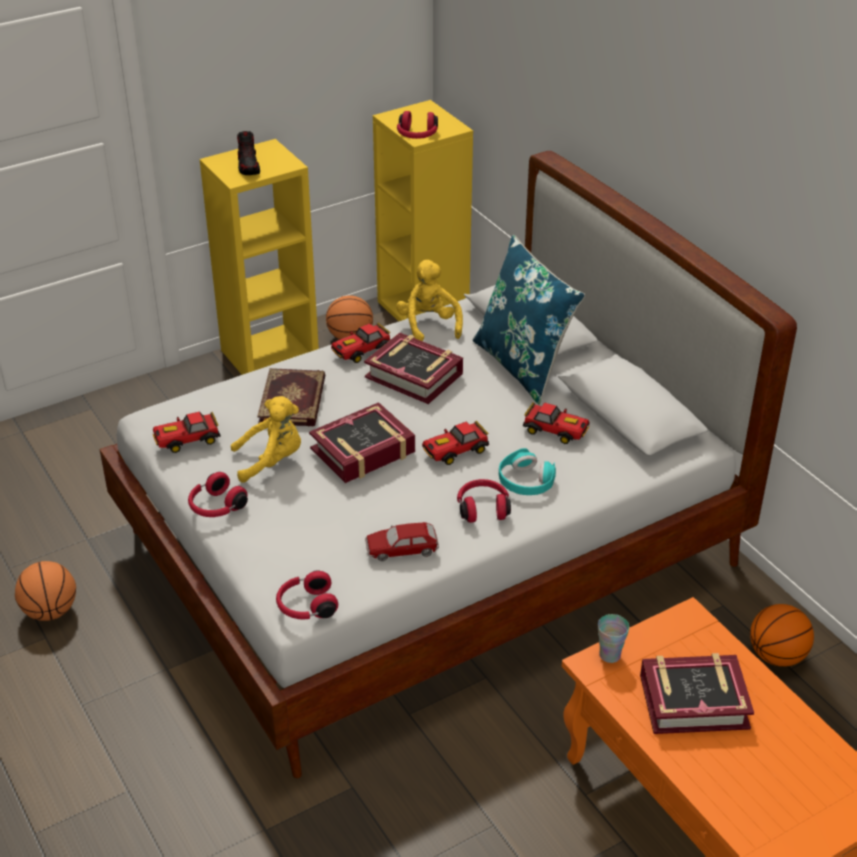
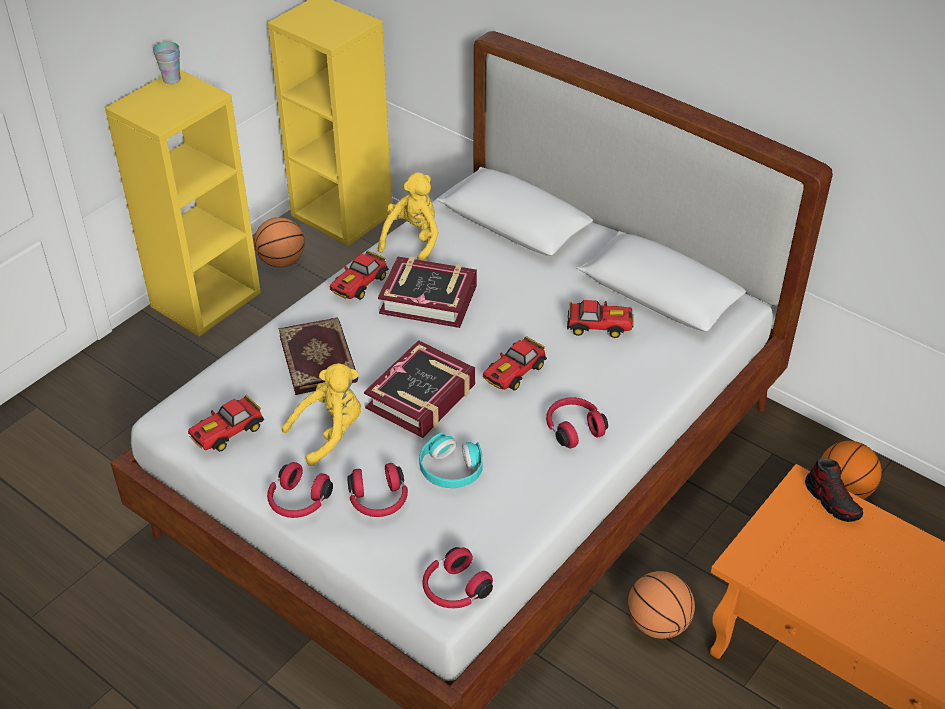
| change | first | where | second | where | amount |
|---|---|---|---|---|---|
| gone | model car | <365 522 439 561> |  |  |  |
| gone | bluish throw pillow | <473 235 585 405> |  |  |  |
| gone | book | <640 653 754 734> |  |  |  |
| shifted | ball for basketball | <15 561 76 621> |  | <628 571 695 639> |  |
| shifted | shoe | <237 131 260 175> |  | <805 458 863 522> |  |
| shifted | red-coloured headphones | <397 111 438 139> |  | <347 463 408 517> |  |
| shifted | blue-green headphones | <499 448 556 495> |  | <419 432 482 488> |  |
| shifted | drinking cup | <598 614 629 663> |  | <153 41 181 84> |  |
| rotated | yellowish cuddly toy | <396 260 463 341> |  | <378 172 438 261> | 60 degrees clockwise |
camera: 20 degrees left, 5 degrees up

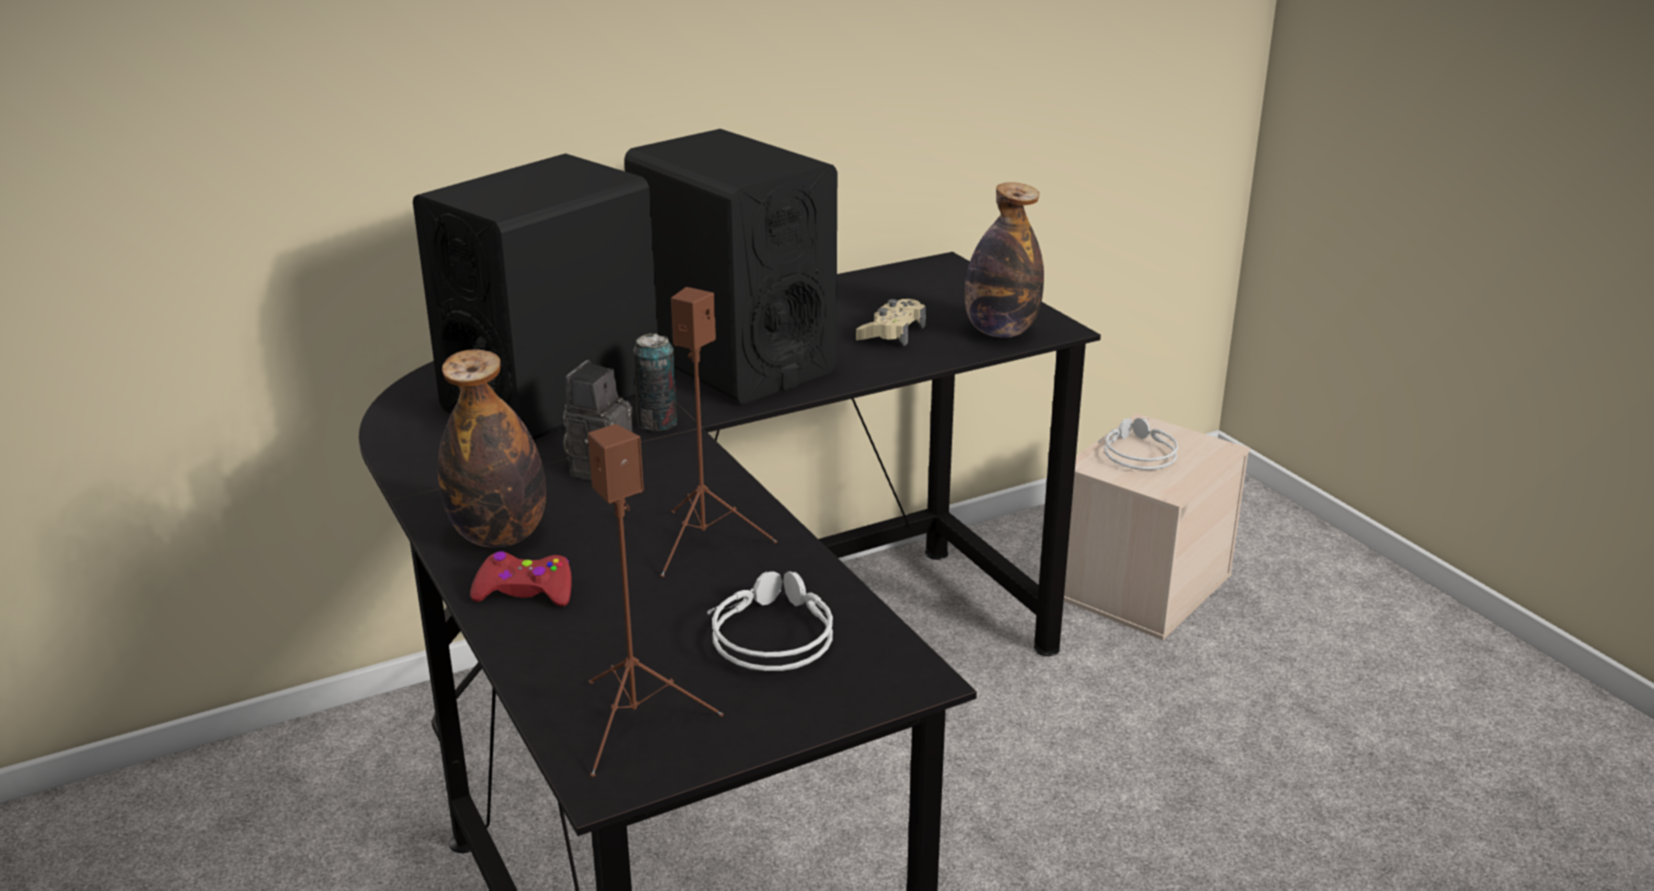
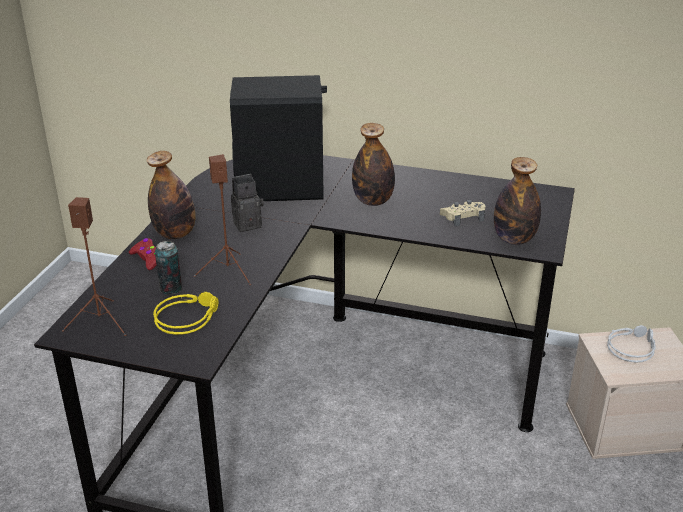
| change | first | where | second | where | amount |
|---|---|---|---|---|---|
| shifted | metal can | <633 333 677 431> |  | <155 241 182 295> |  |
| swapped | blackish audio speaker | <624 129 837 404> | drink bottle | <352 123 395 206> |  |
| repainted | greyish headphones | <707 571 833 671> | yellowish headphones | <153 292 218 335> |  |
camera: 45 degrees right, 5 degrees up

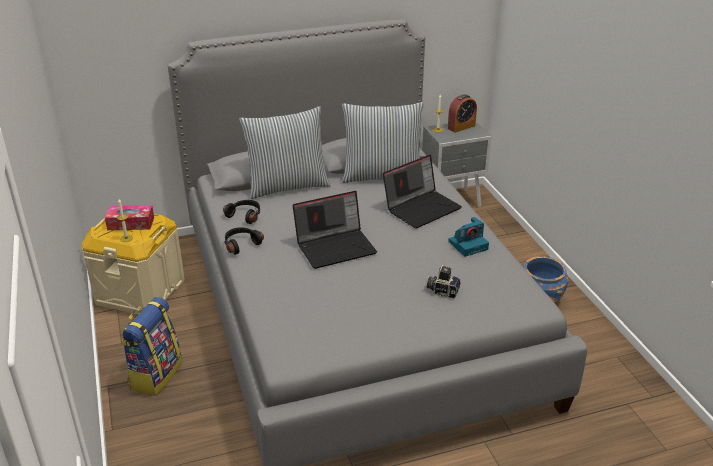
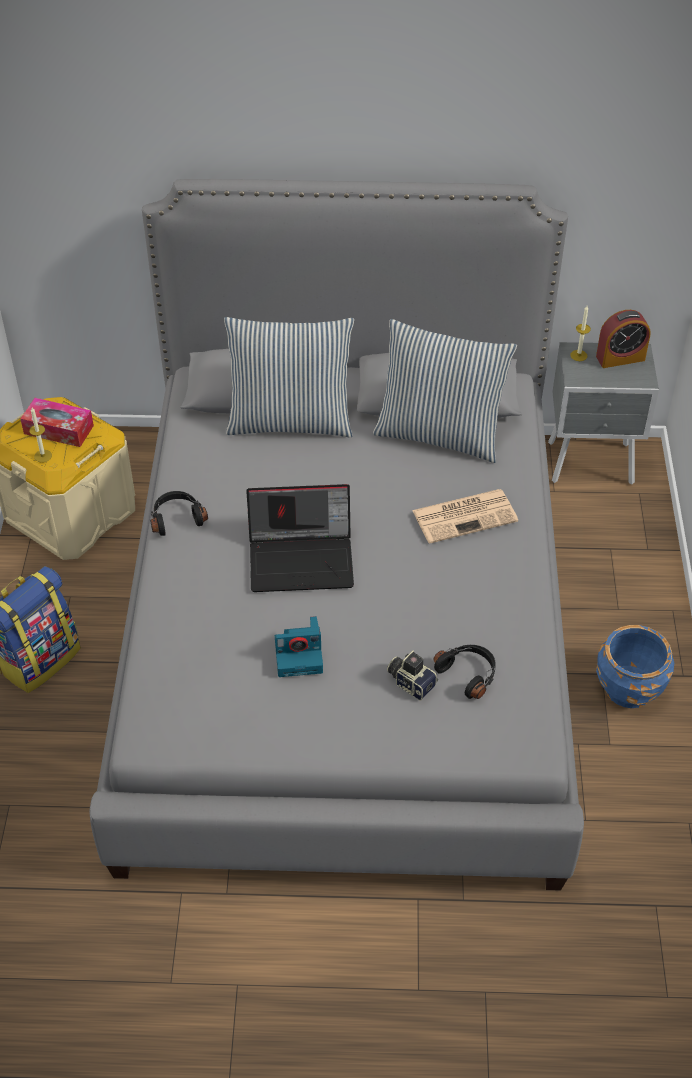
| change | first | where | second | where | amount |
|---|---|---|---|---|---|
| shifted | blackish headphones | <223 200 260 224> |  | <433 645 496 699> |  |
| shifted | photo camera | <448 217 489 257> |  | <275 616 323 677> |  |
| swapped | portable computer | <383 155 462 228> | printed paper | <412 489 518 544> |  |
camera: 20 degrees right, 15 degrees up

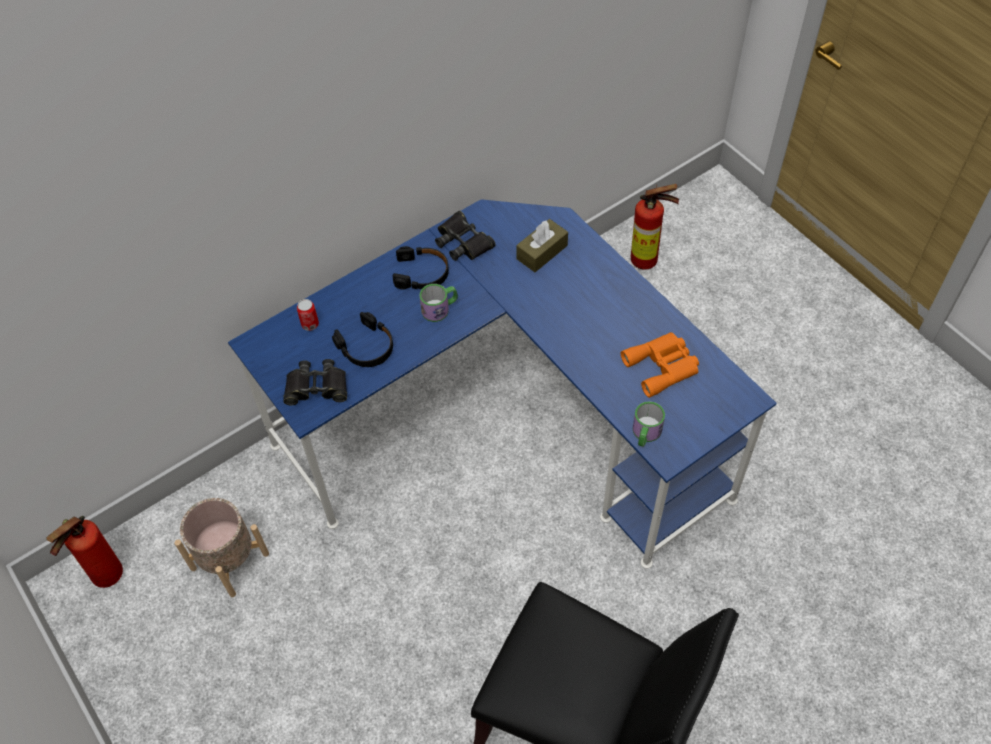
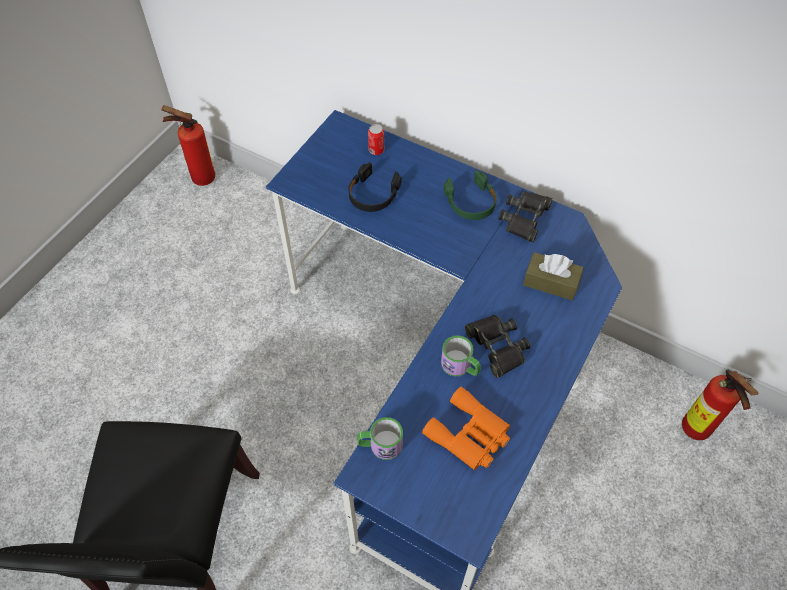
| change | first | where | second | where | amount |
|---|---|---|---|---|---|
| gone | beige-coloured plant pot | <175 498 269 597> |  |  |  |
| shifted | blackish pair of binoculars | <283 359 347 405> |  | <465 315 530 378> |  |
| shifted | mug | <419 284 458 322> |  | <441 335 481 376> |  |
| repainted | blackish headphones | <393 246 449 290> | greenish headphones | <443 170 497 220> |  |
camera: 65 degrees right, 0 degrees up

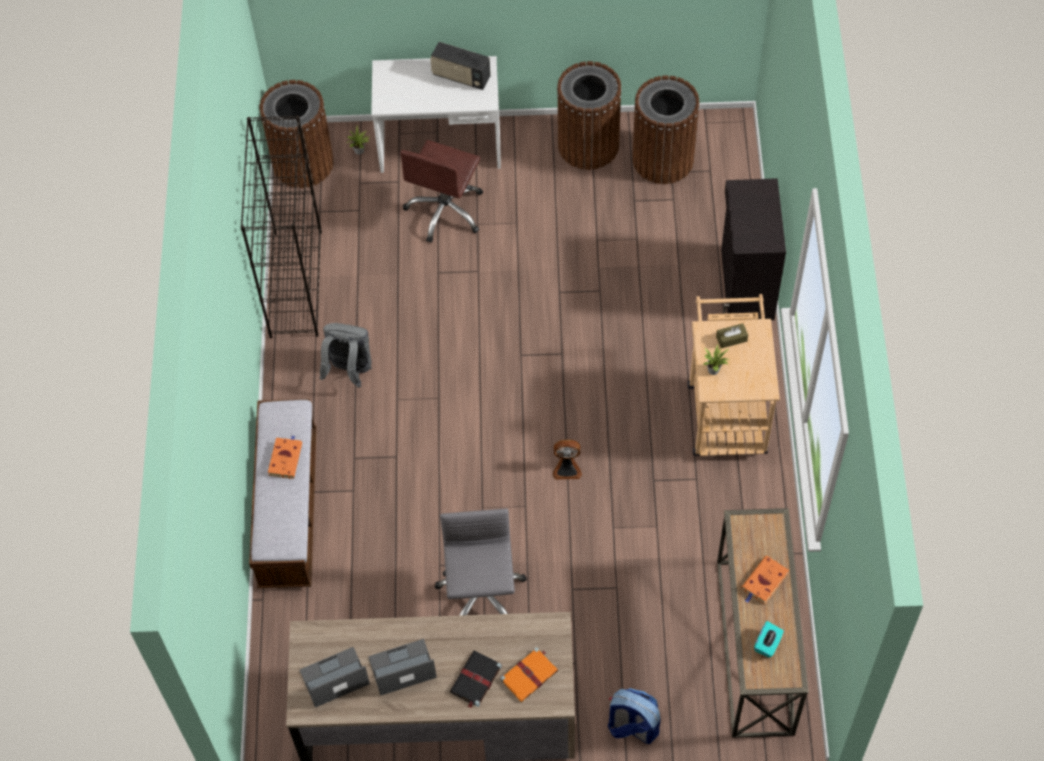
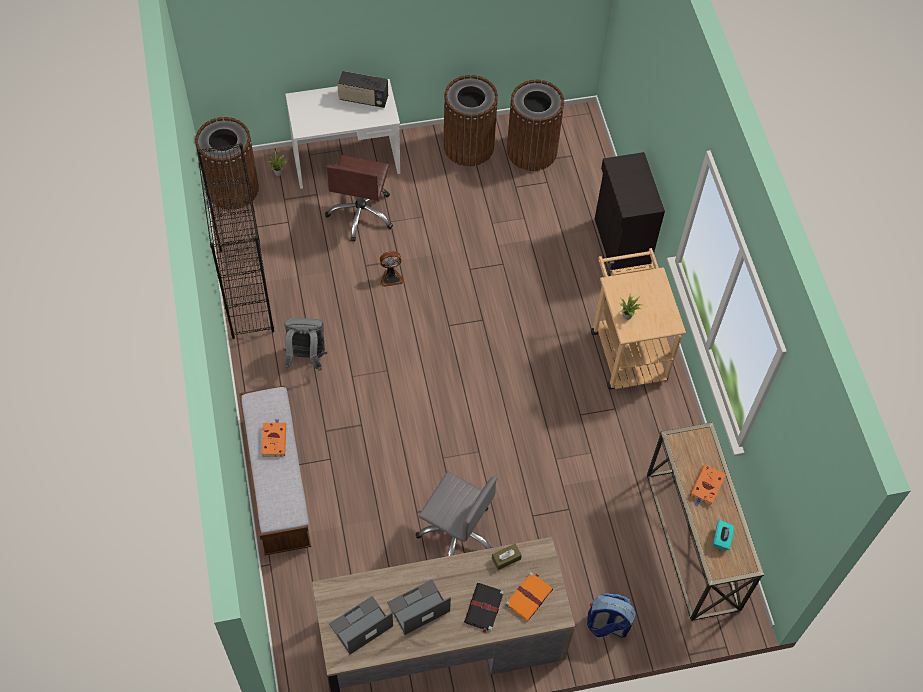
| change | first | where | second | where | amount |
|---|---|---|---|---|---|
| shifted | electric fan | <553 439 582 479> |  | <380 251 404 287> |  |
| shifted | brown-coloured tissue holder | <716 323 748 348> |  | <492 544 522 570> |  |
| rotated | greyish desk chair | <435 508 527 616> |  | <416 471 498 556> | 135 degrees clockwise |
camera: 15 degrees left, 0 degrees up

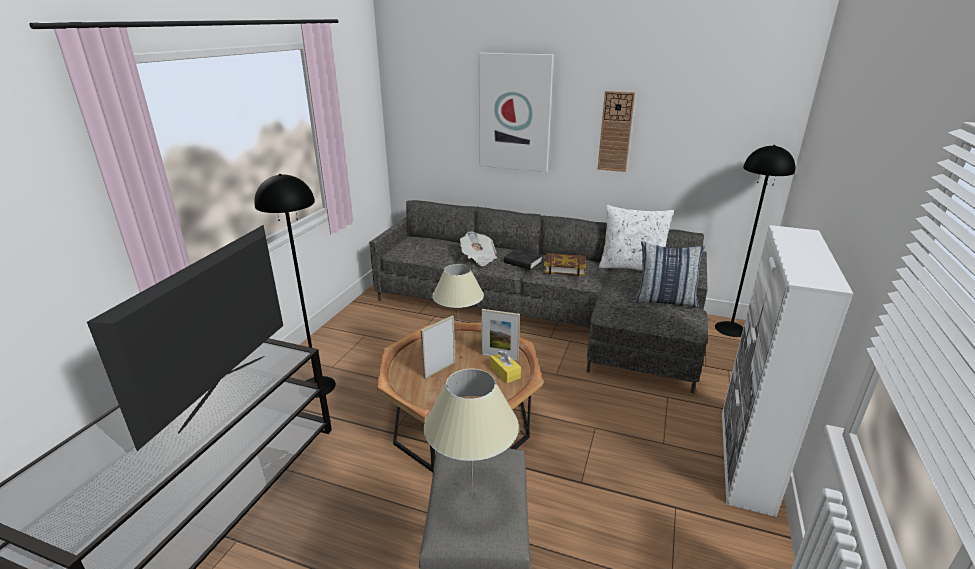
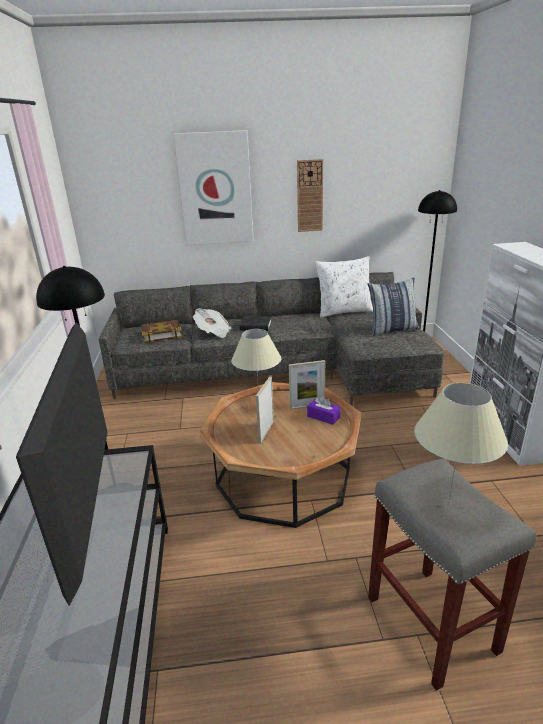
| change | first | where | second | where | amount |
|---|---|---|---|---|---|
| shifted | book | <544 253 586 276> |  | <141 320 182 343> |  |
| repainted | yellowish tissue holder | <490 350 521 383> | purplish tissue holder | <307 396 341 425> |  |
camera: 25 degrees left, 0 degrees up

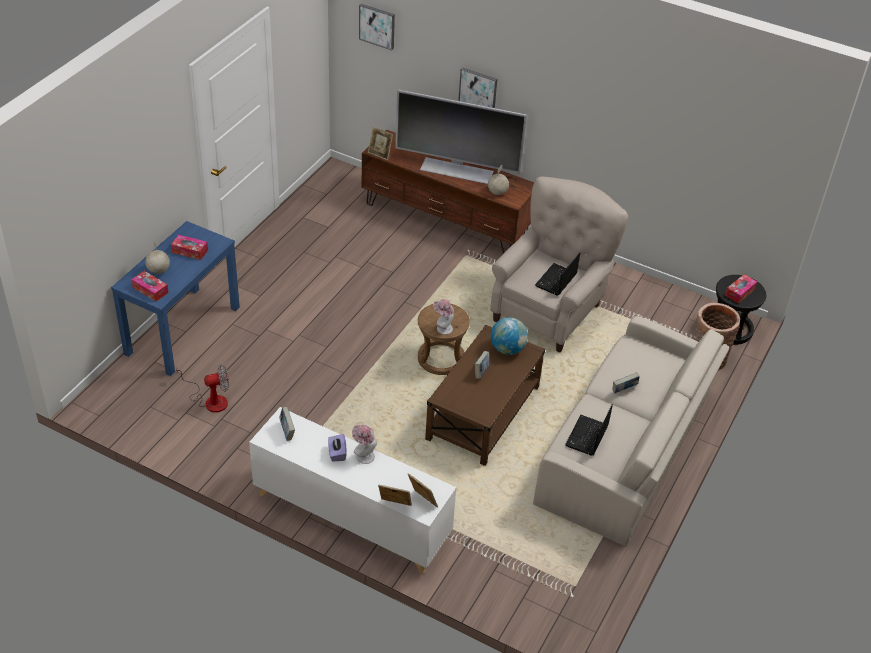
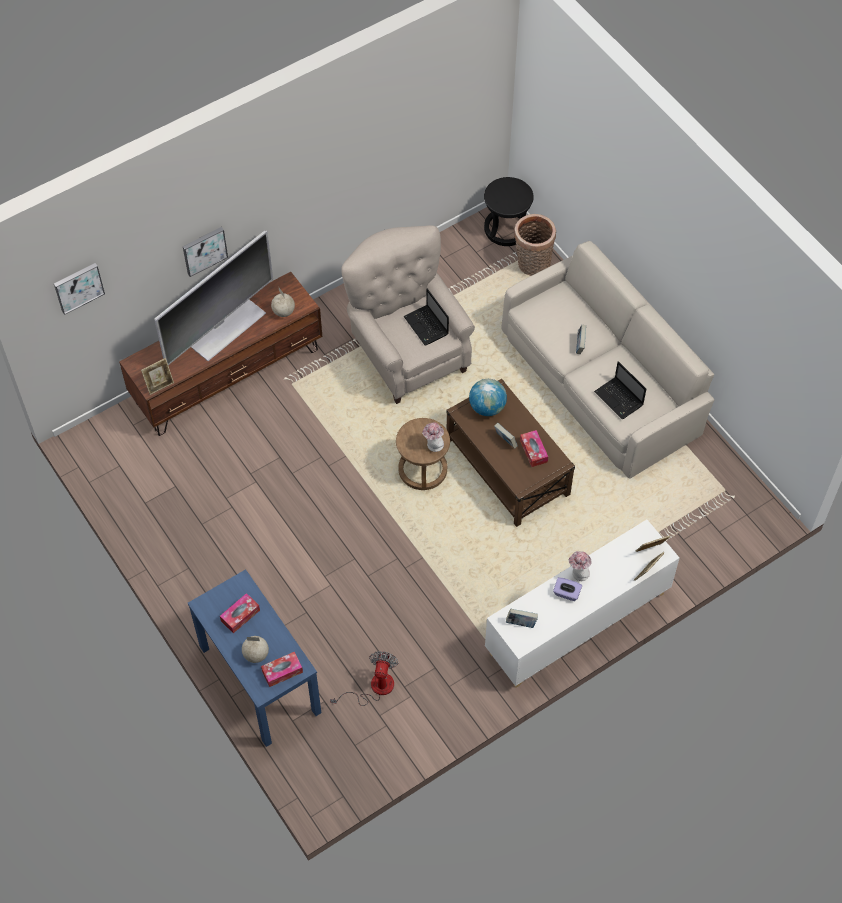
| change | first | where | second | where | amount |
|---|---|---|---|---|---|
| shifted | tissue holder | <725 274 757 303> |  | <520 430 548 467> |  |
camera: 60 degrees left, 15 degrees up

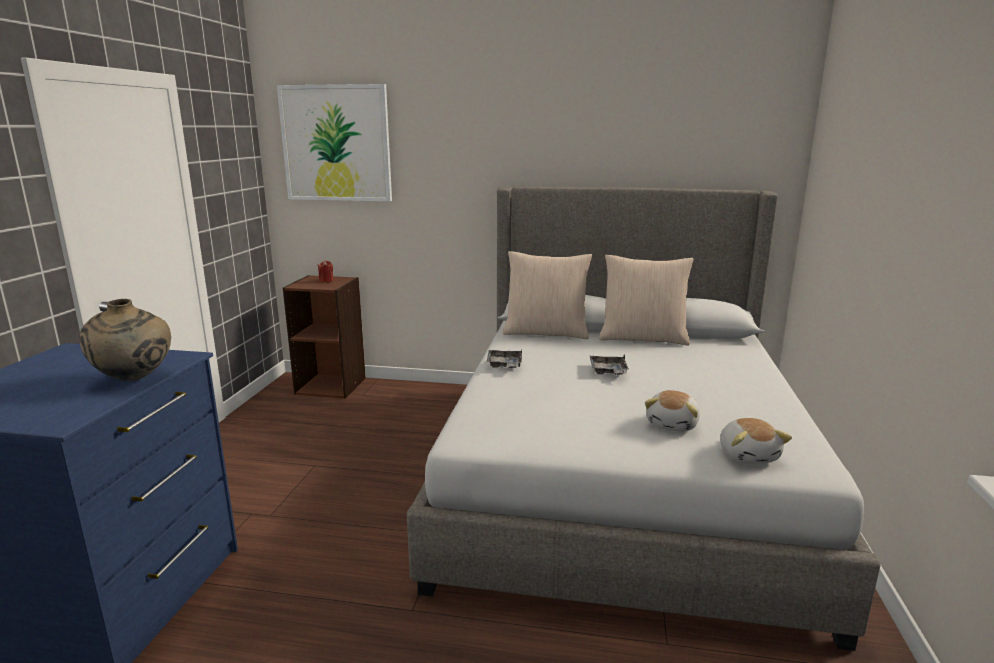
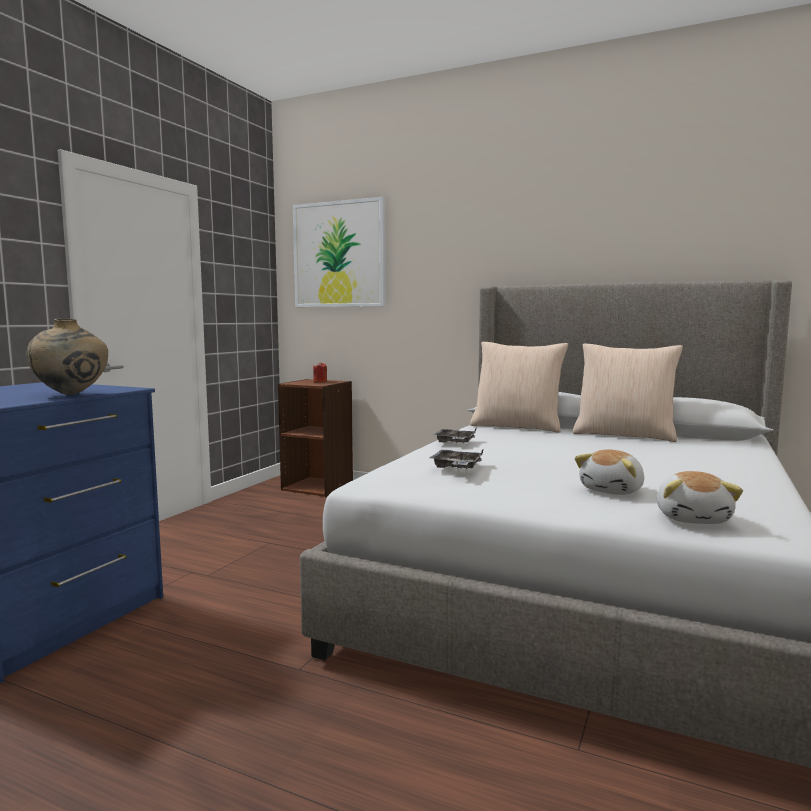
| change | first | where | second | where | amount |
|---|---|---|---|---|---|
| shifted | greyish carrying tray | <590 354 629 375> |  | <429 449 484 469> |  |
camera: 15 degrees right, 10 degrees down

